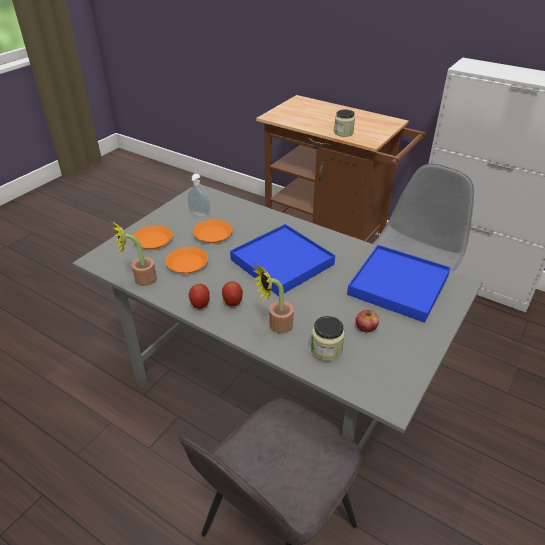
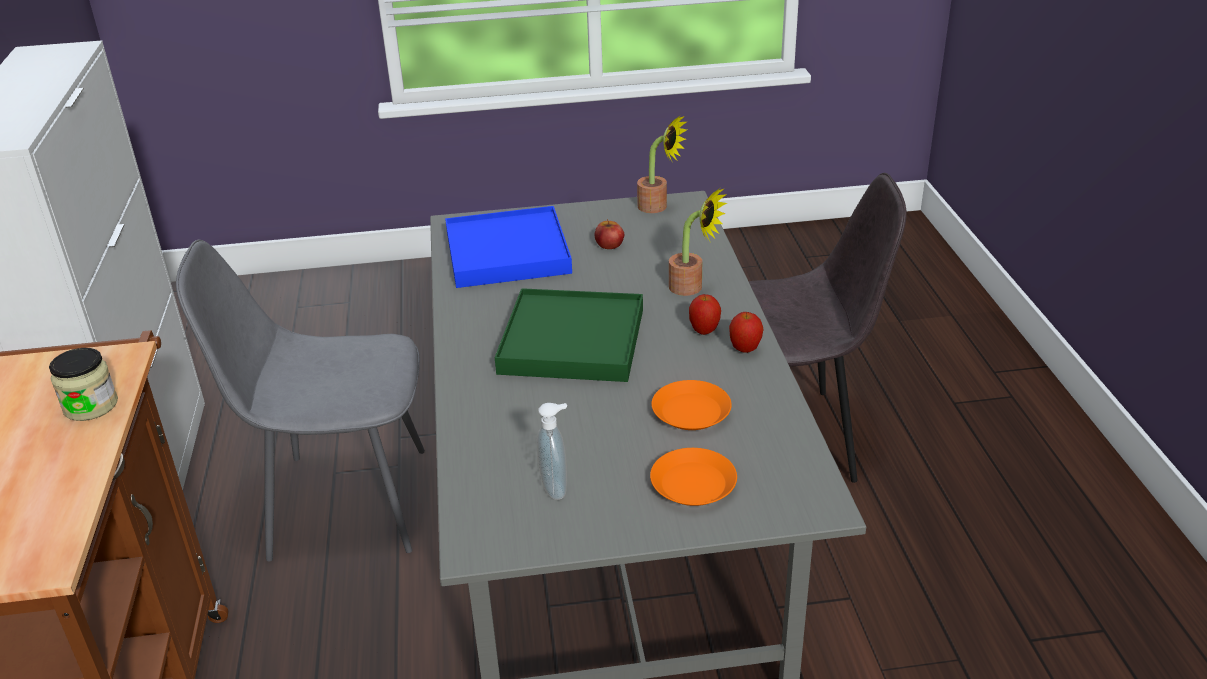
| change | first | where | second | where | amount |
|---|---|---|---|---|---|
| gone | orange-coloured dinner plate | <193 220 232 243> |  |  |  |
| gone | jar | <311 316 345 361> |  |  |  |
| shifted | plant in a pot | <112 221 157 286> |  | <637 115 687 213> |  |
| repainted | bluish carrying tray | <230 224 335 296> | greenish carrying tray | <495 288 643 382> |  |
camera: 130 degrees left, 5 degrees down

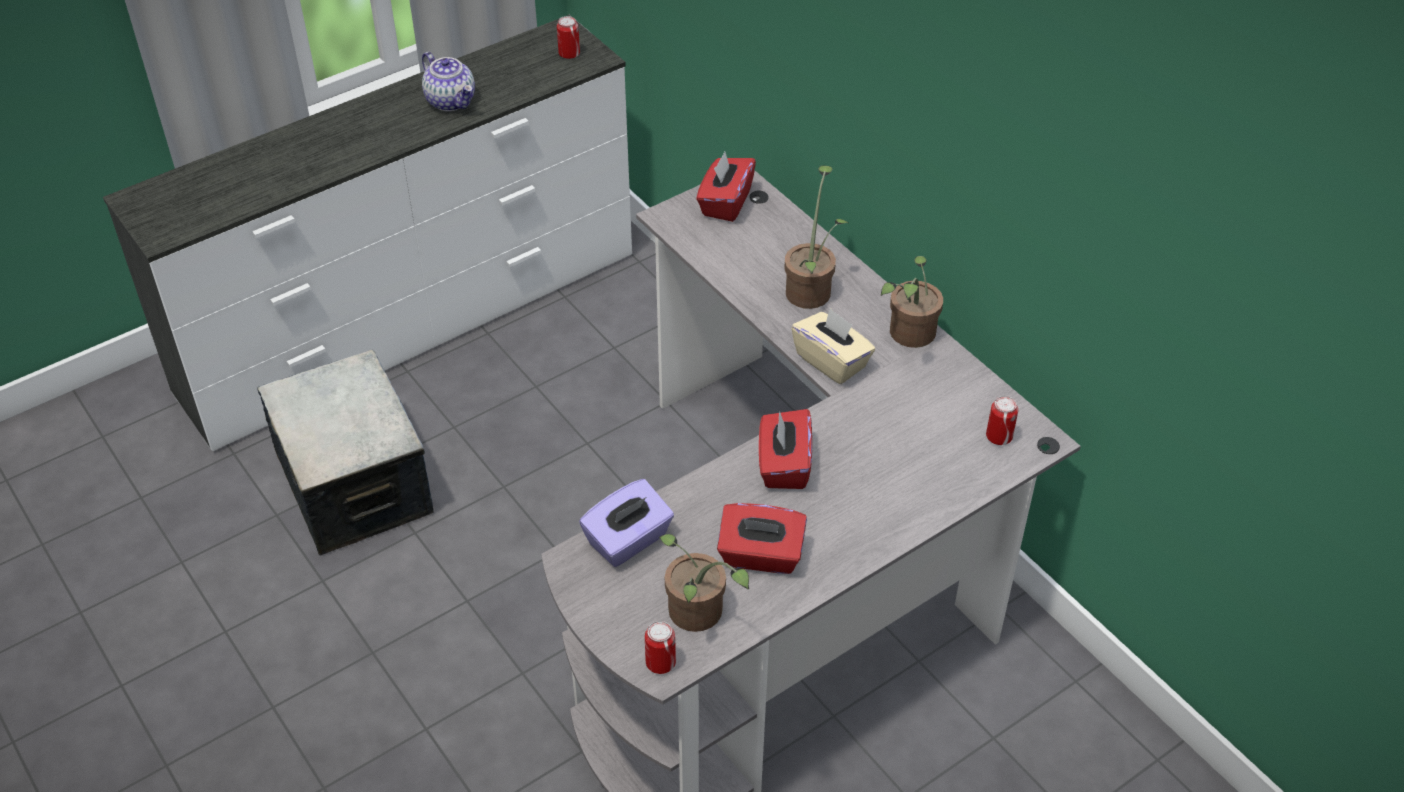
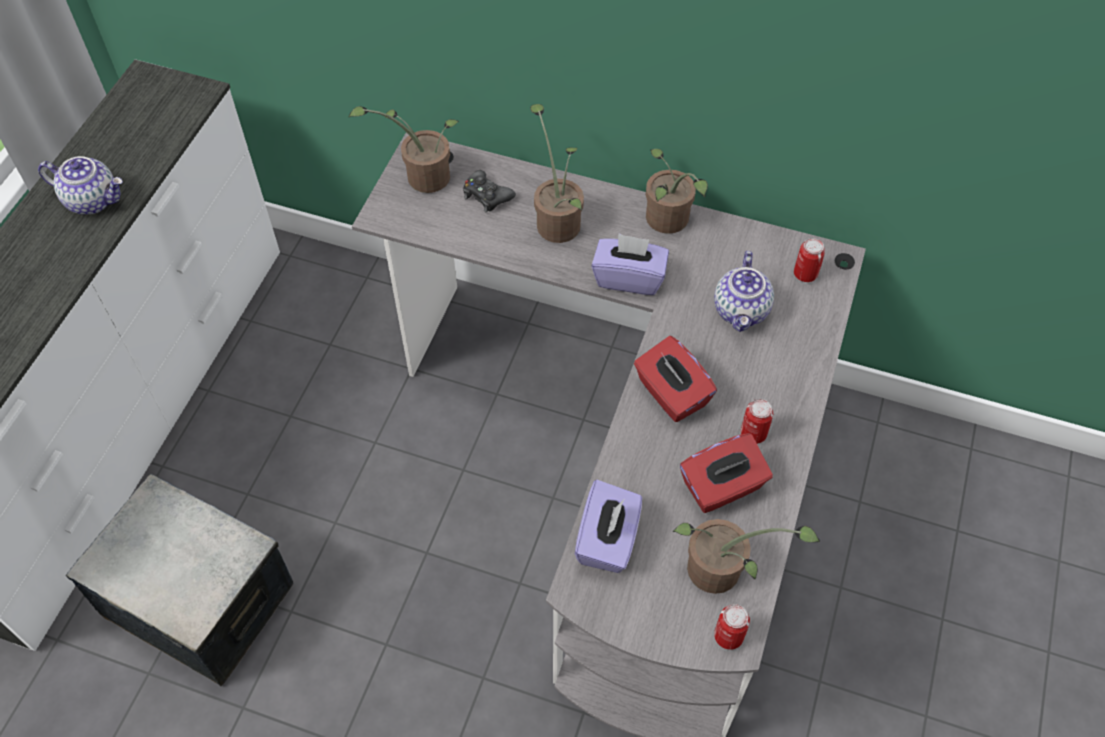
| change | first | where | second | where | amount |
|---|---|---|---|---|---|
| new |  |  | blackish game controller | <463 170 516 212> |  |
| new |  |  | pot for tea | <714 251 774 332> |  |
| shifted | metal can | <557 16 580 59> |  | <740 399 773 444> |  |
| swapped | red-coloured tissue holder | <696 152 756 222> | plant in a pot | <348 106 459 193> |  |
| repainted | beige-coloured tissue holder | <791 308 875 384> | purplish tissue holder | <591 233 669 295> |  |
camera: 35 degrees left, 10 degrees up

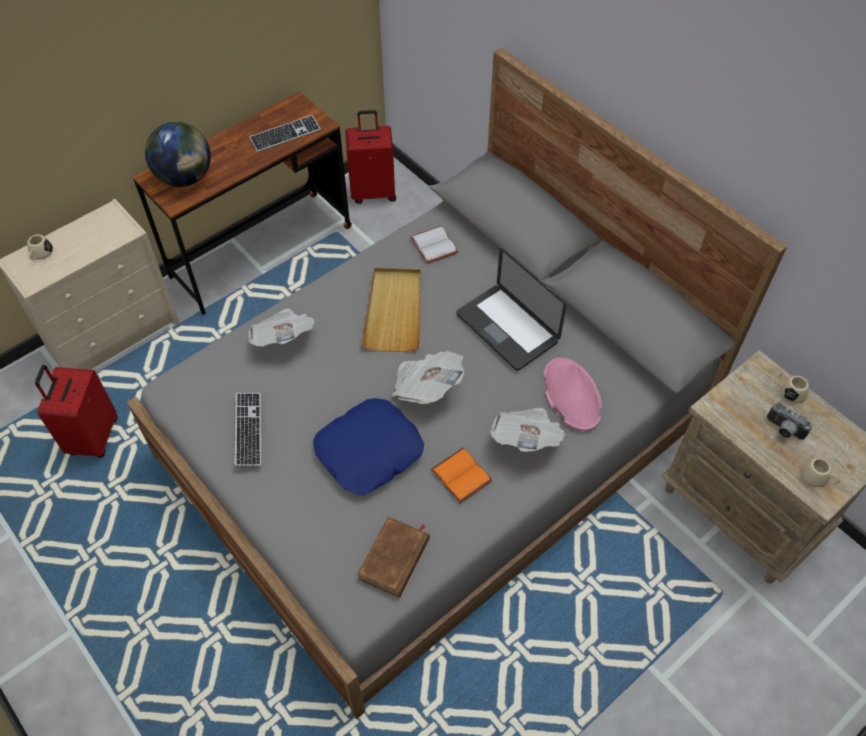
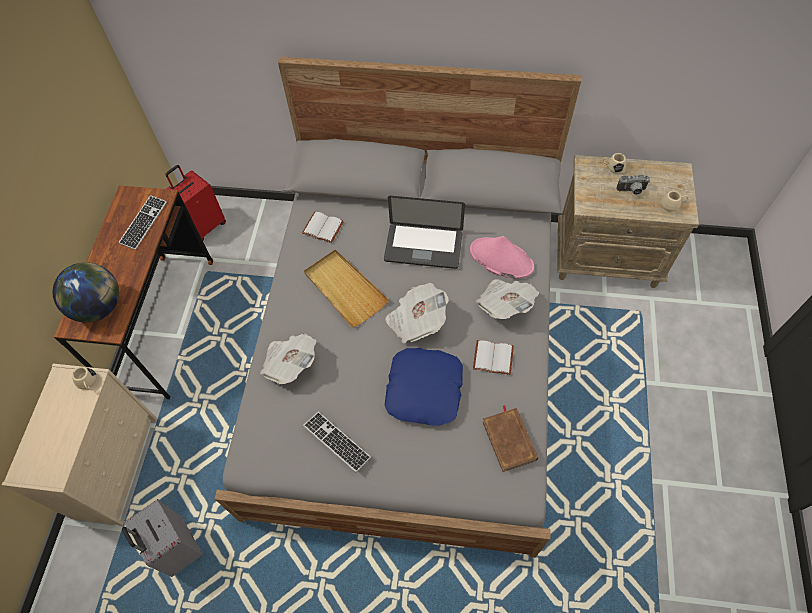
| change | first | where | second | where | amount |
|---|---|---|---|---|---|
| shifted | beige-coloured mug | <27 234 53 260> |  | <72 367 97 390> |  |
| repainted | red-coloured travel case | <35 365 117 458> | greyish travel case | <122 499 203 577> |  |
| repainted | orange-coloured book | <431 448 493 503> | white-coloured book | <473 340 514 375> |  |
camera: 40 degrees left, 5 degrees up

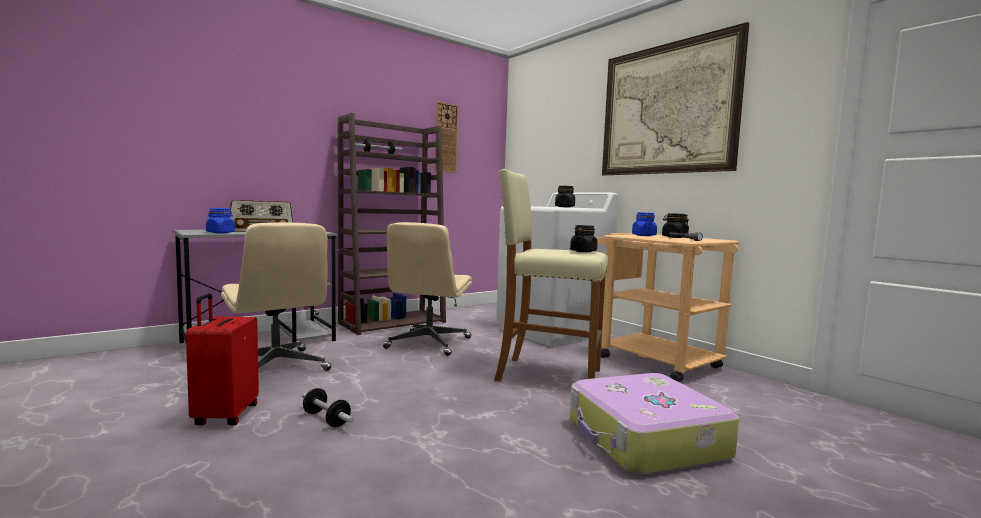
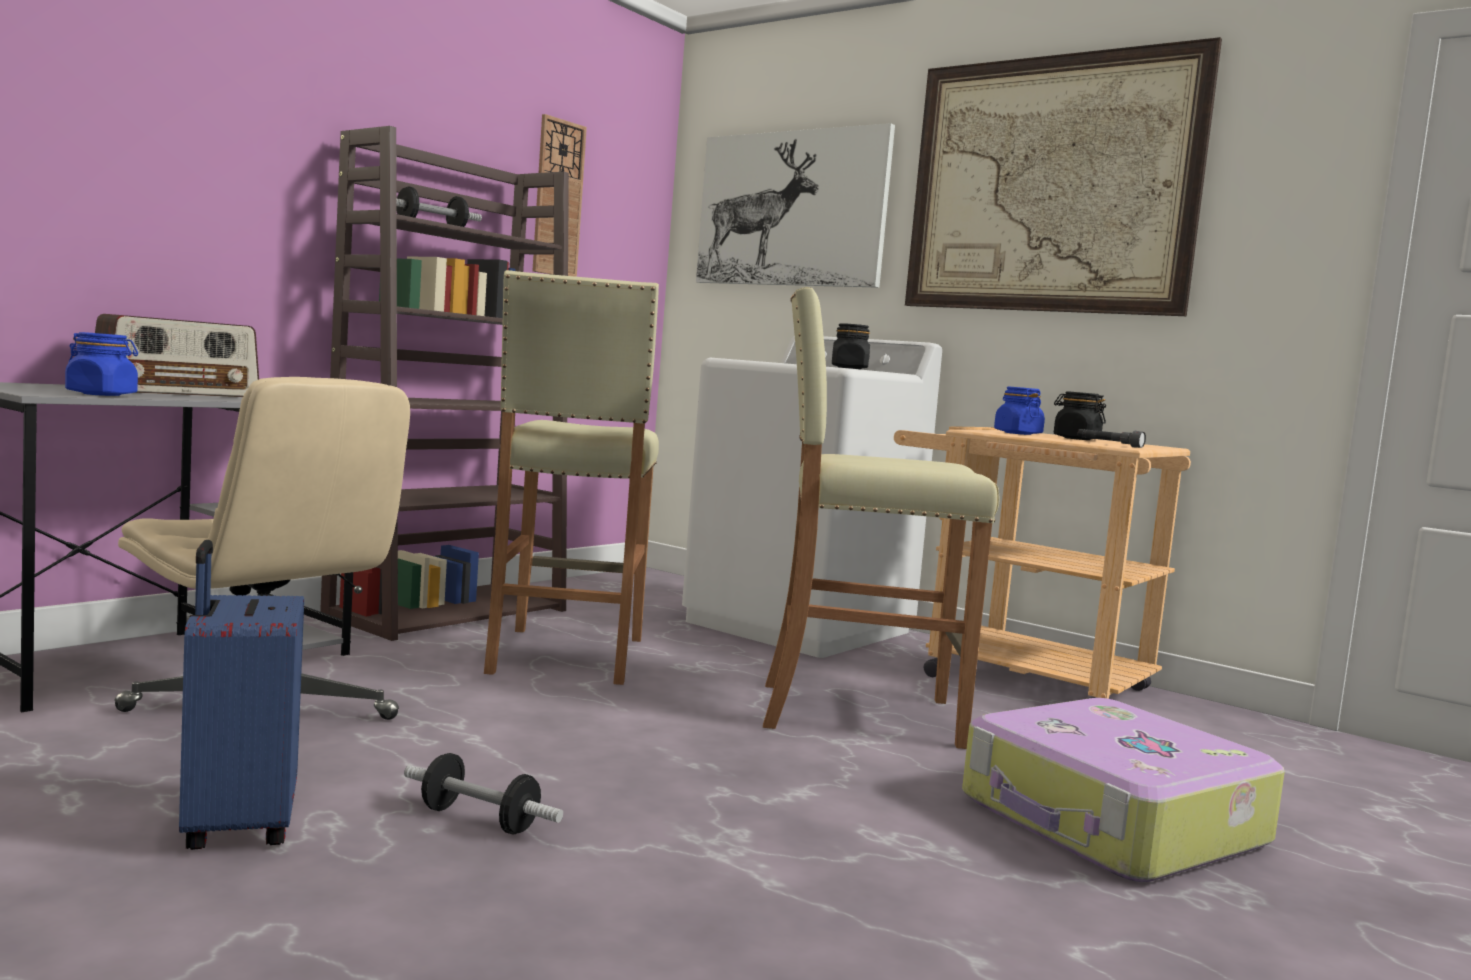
| change | first | where | second | where | amount |
|---|---|---|---|---|---|
| gone | blackish jar | <570 225 597 252> |  |  |  |
| new |  |  | picture | <696 123 895 288> |  |
| swapped | beige-coloured desk chair | <383 222 472 356> | beige-coloured stool seat | <484 270 659 685> |  |
| repainted | red-coloured travel case | <186 293 259 425> | bluish travel case | <179 540 304 850> |  |
camera: 15 degrees left, 0 degrees up

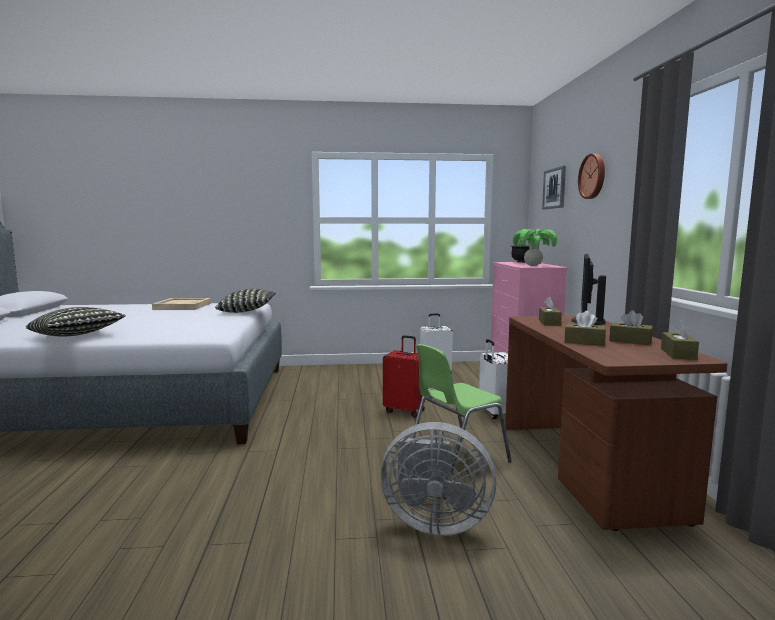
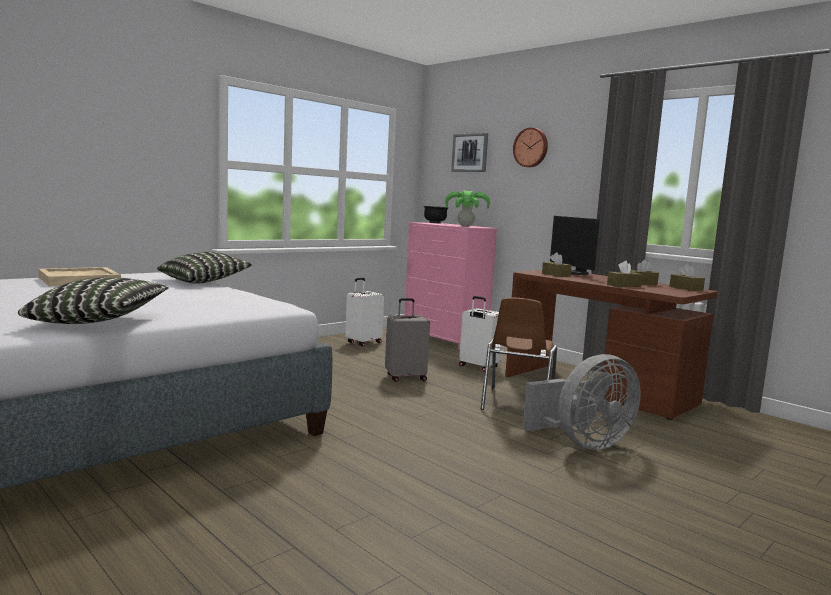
| change | first | where | second | where | amount |
|---|---|---|---|---|---|
| repainted | red-coloured travel case | <383 335 425 417> | greyish travel case | <385 298 430 382> |  |
| repainted | greenish chair | <411 344 512 474> | brown-coloured chair | <481 297 557 410> |  |
camera: 40 degrees left, 0 degrees up

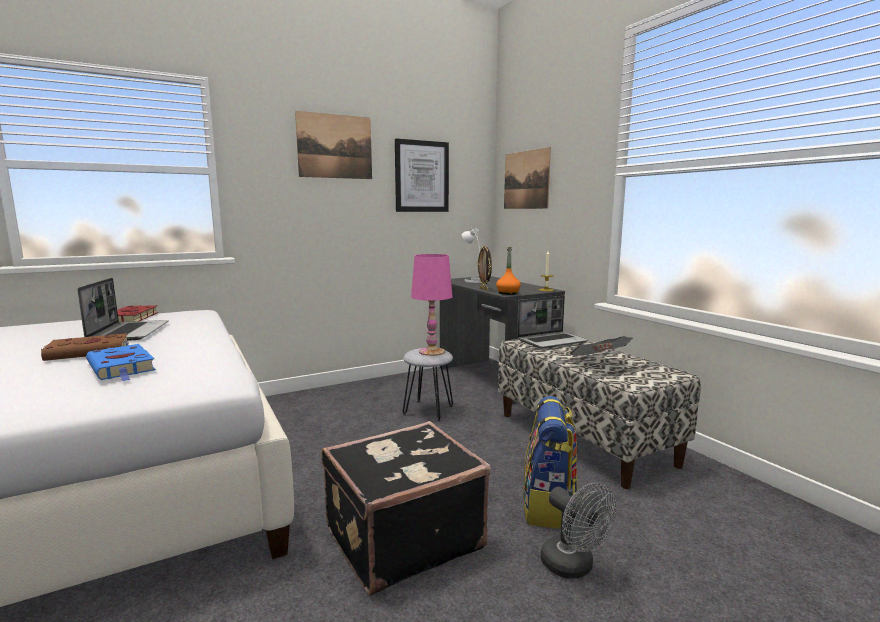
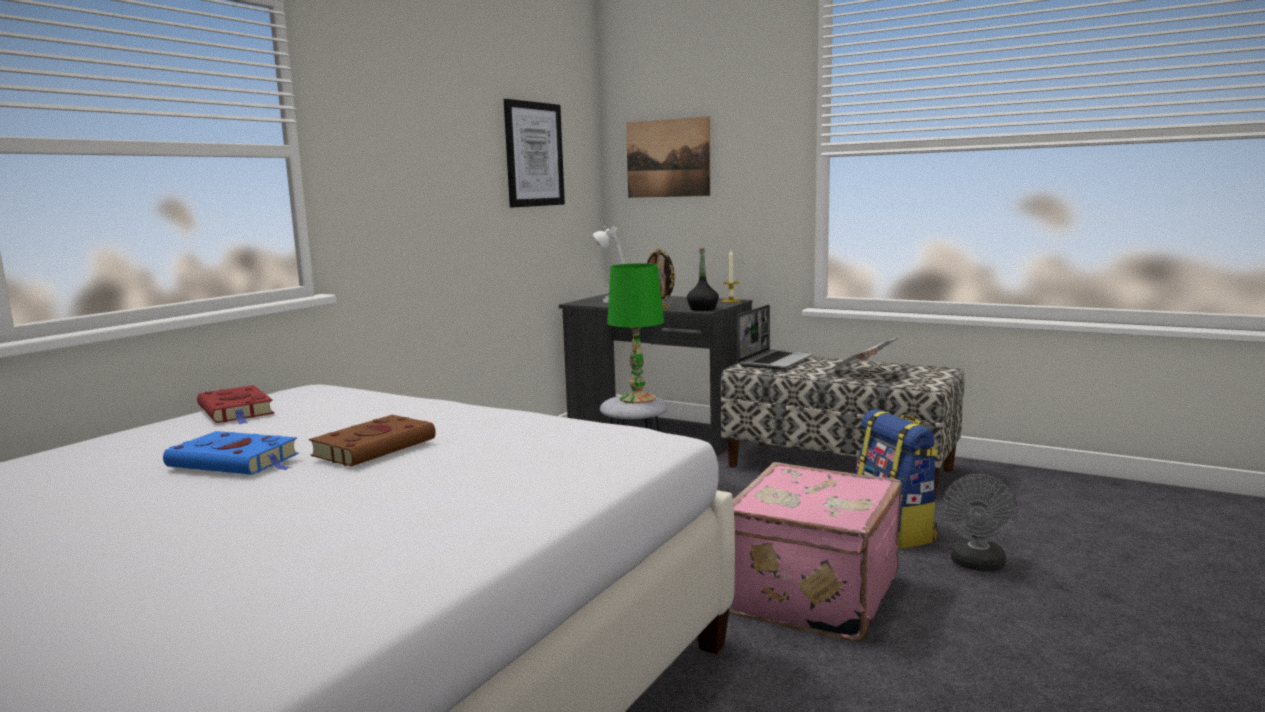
| change | first | where | second | where | amount |
|---|---|---|---|---|---|
| gone | portable computer | <78 278 169 341> |  |  |  |
| gone | picture | <295 111 372 179> |  |  |  |
| shifted | bluish book | <86 344 156 381> |  | <163 431 299 475> |  |
| repainted | blackish travel case | <321 421 490 596> | pinkish travel case | <729 462 902 642> |  |
| repainted | pinkish tabletop lamp | <411 254 453 356> | greenish tabletop lamp | <607 263 664 403> |  |
| repainted | orange-coloured drink bottle | <496 247 521 295> | blackish drink bottle | <687 248 719 311> |  |
| rotated | greyish electric fan | <541 483 616 579> |  | <942 474 1018 572> | 90 degrees clockwise |
camera: 30 degrees left, 0 degrees up

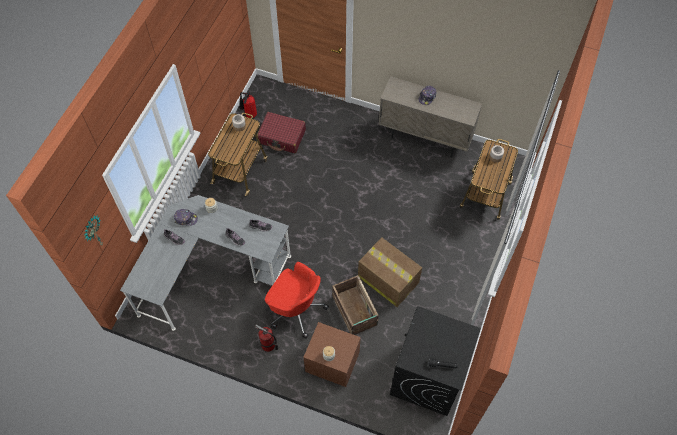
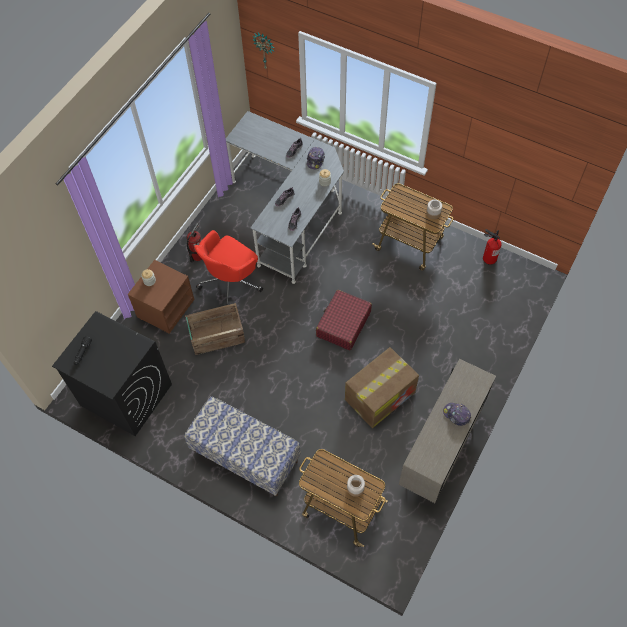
| change | first | where | second | where | amount |
|---|---|---|---|---|---|
| new |  |  | long seat | <184 396 301 496> |  |
| shifted | red-coloured travel case | <257 112 306 153> |  | <316 290 372 350> |  |
| shifted | cardboard box | <358 237 422 307> |  | <345 347 419 428> |  |
camera: 100 degrees right, 0 degrees up

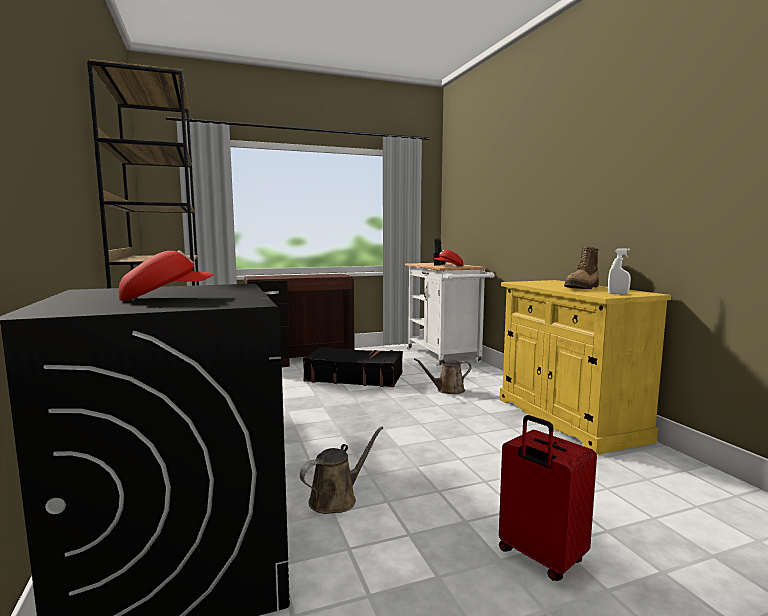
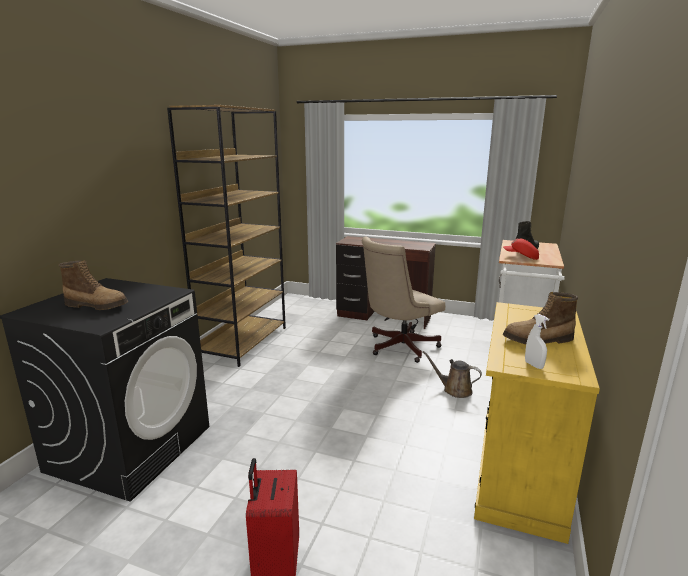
| change | first | where | second | where | amount |
|---|---|---|---|---|---|
| gone | brown-coloured sprinkling can | <300 426 383 514> |  |  |  |
| swapped | red-coloured baseball cap | <119 250 214 301> | boot | <59 260 128 310> |  |
| swapped | blackish travel case | <303 347 403 387> | beige-coloured desk chair | <362 237 445 363> |  |
camera: 40 degrees right, 10 degrees up

